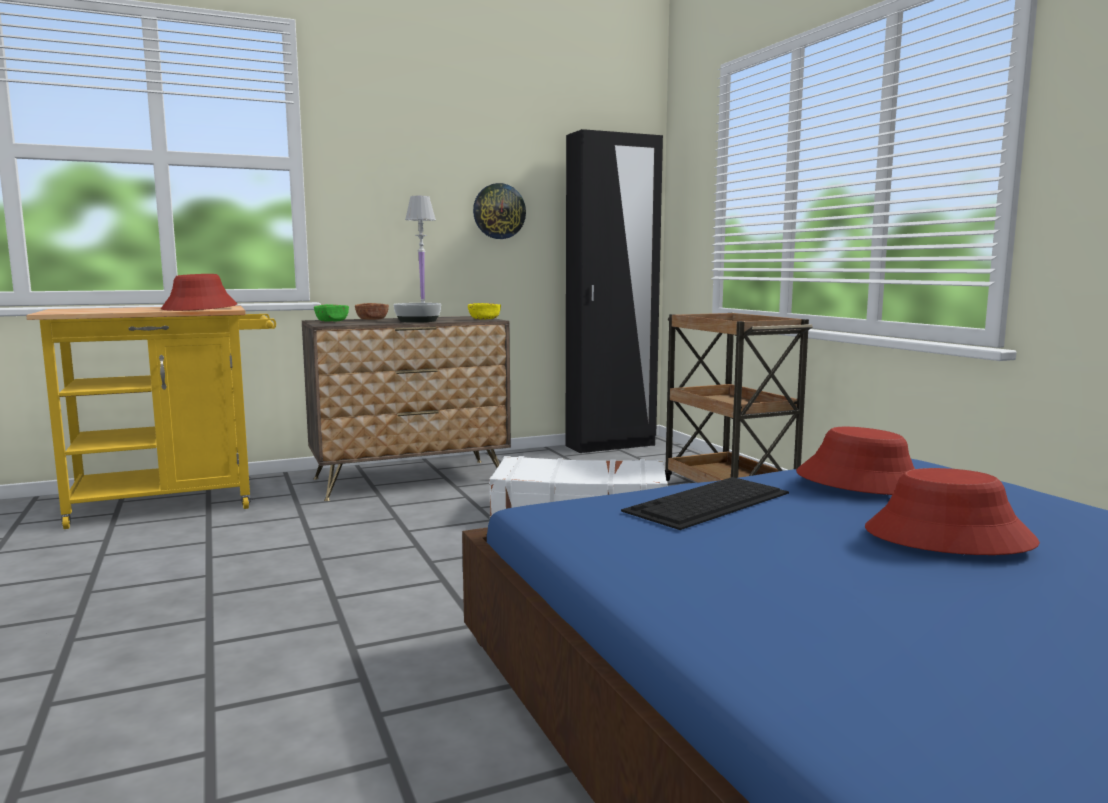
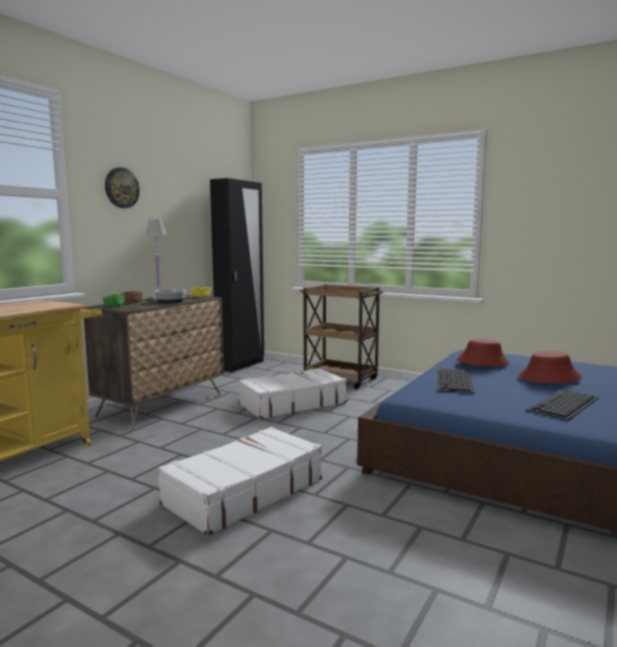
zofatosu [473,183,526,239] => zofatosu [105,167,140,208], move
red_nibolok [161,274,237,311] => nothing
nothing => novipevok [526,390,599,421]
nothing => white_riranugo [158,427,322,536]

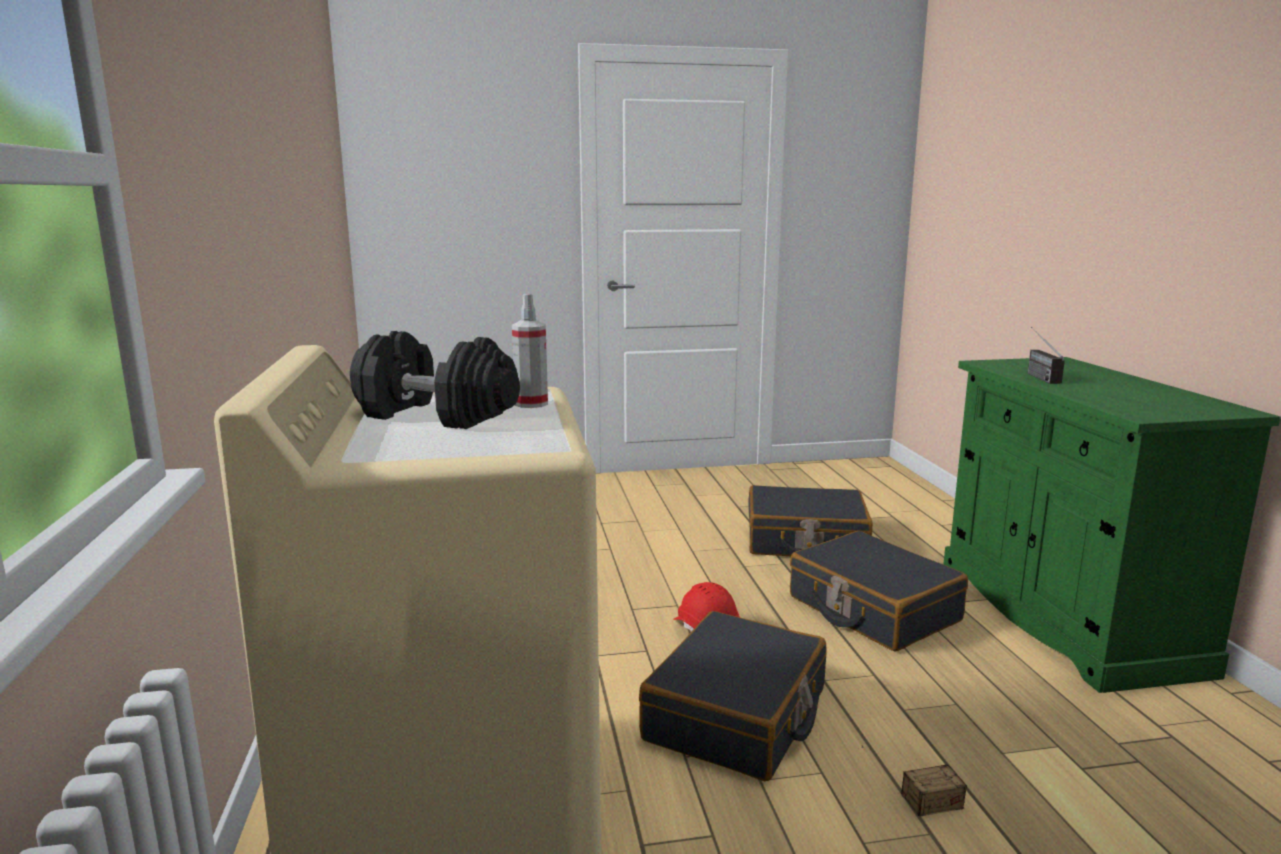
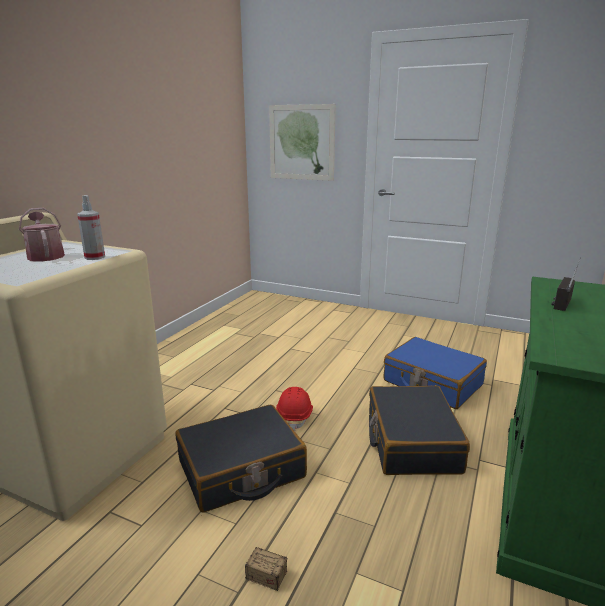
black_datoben [350,331,520,429] => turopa [19,208,65,262]
black_riranugo [748,485,873,556] => blue_riranugo [384,337,487,409]
nothing => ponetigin [269,104,336,181]

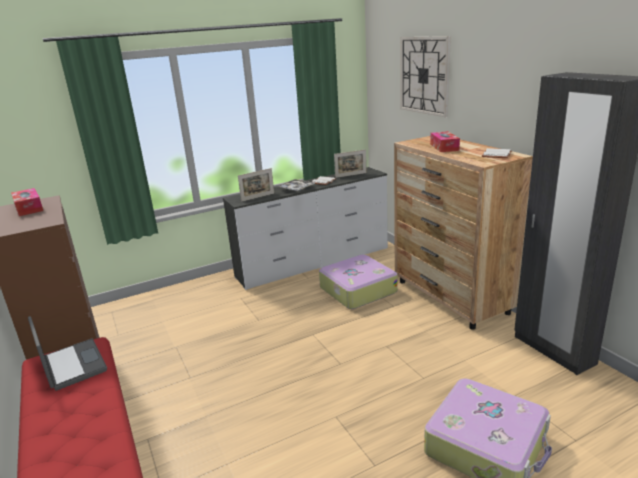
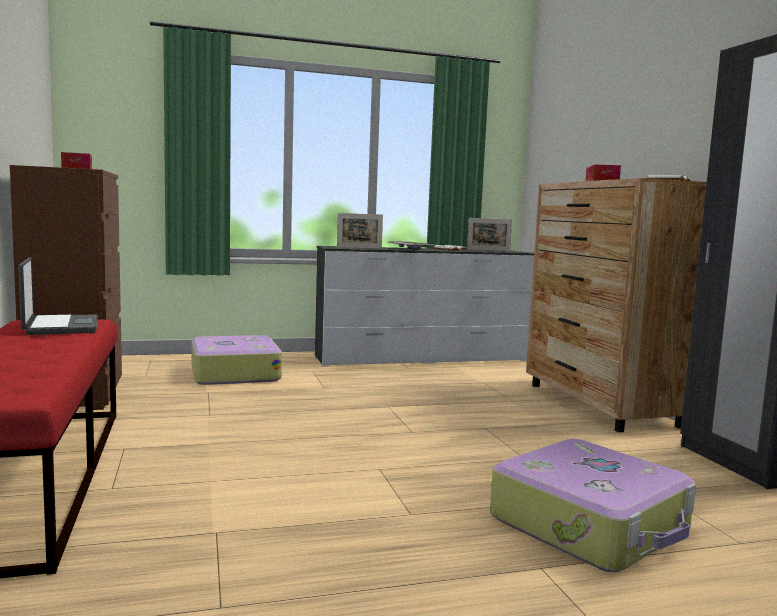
zofatosu [400,36,451,117] => nothing
riranugo [319,255,398,309] => riranugo [191,335,282,385], move

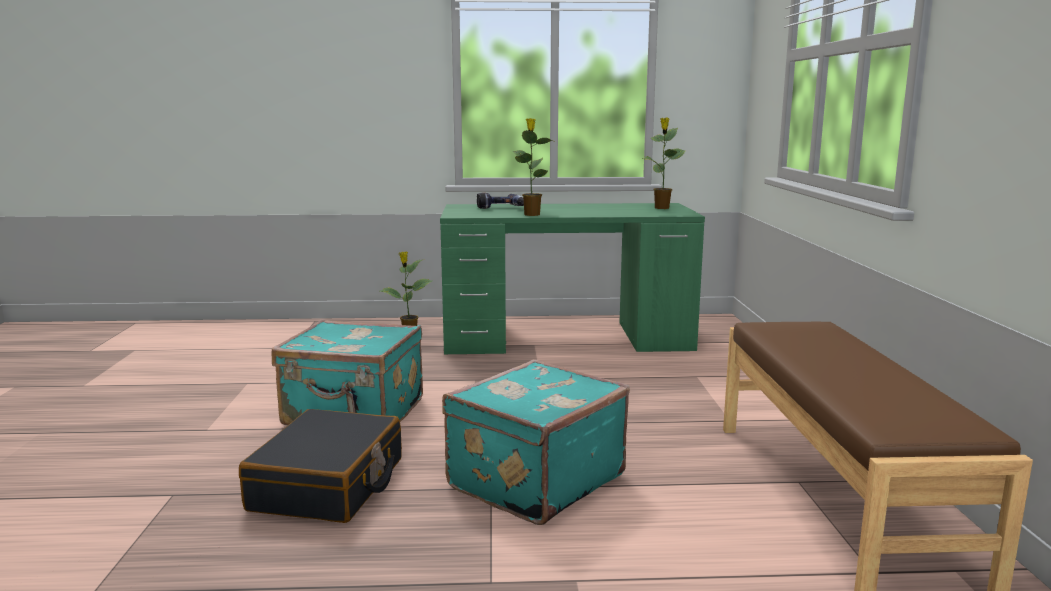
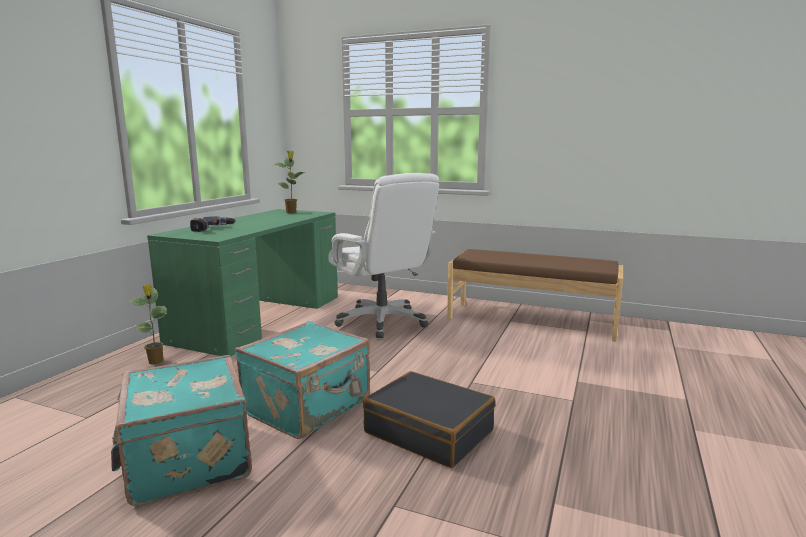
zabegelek [512,118,553,216] => nothing
turquoise_riranugo [442,359,630,525] => turquoise_riranugo [111,355,252,506], move
nothing => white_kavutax [328,173,439,338]

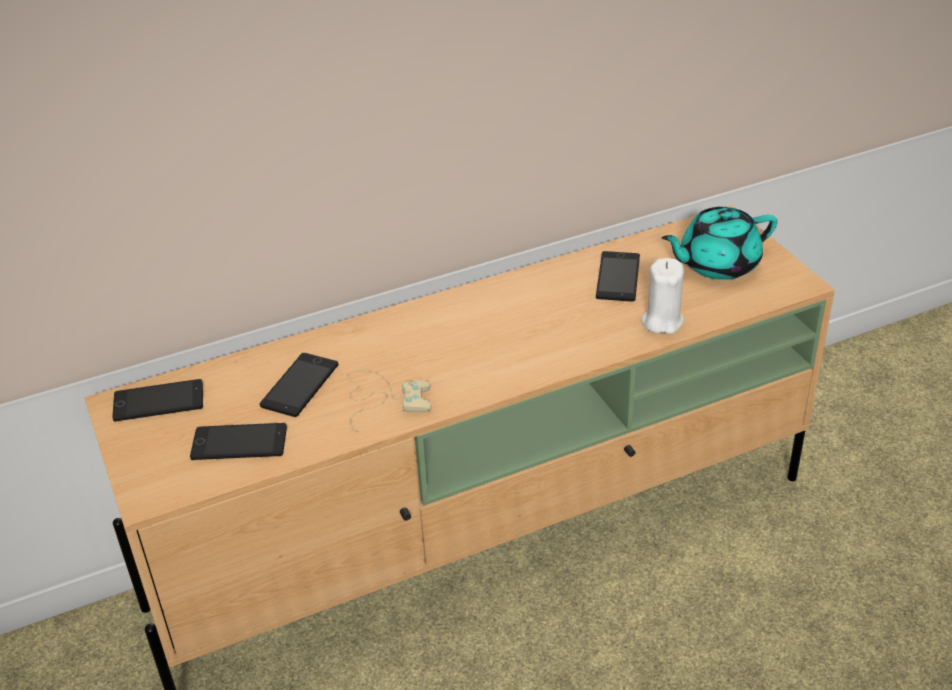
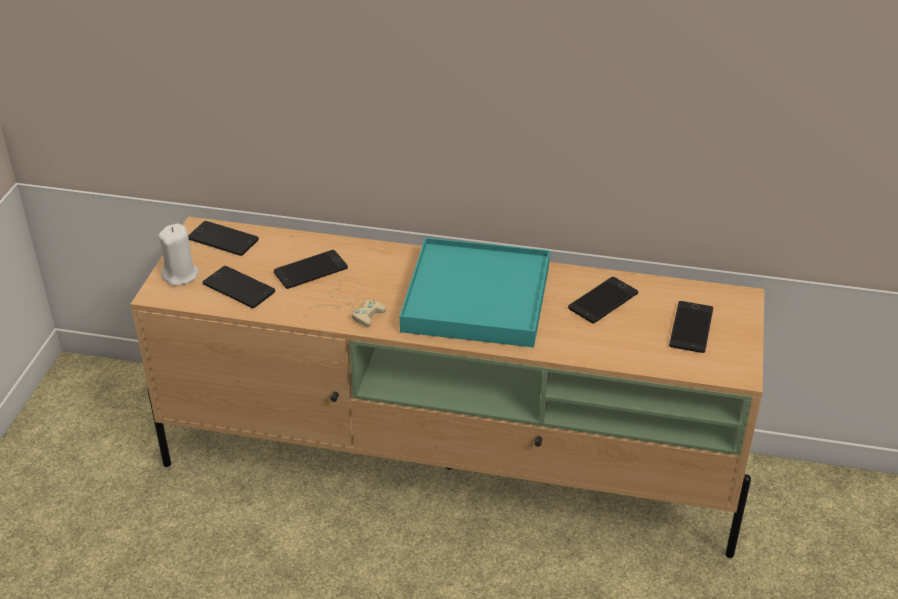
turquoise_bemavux [661,207,777,280] => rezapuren [669,301,713,353]
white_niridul [642,258,684,334] => white_niridul [159,224,199,286], move
nothing => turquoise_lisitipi [400,238,550,347]

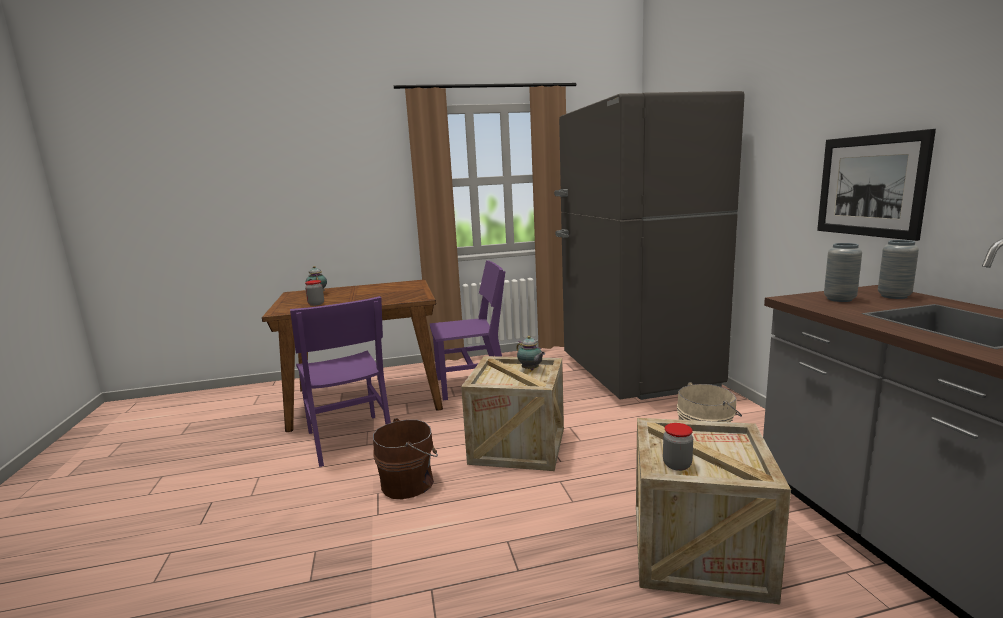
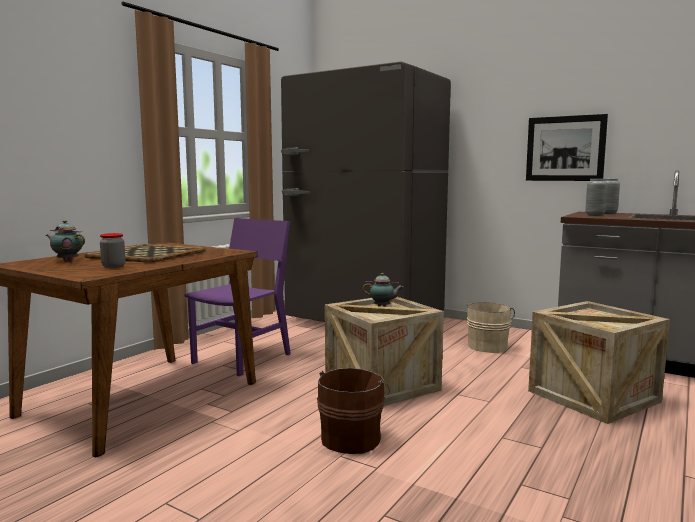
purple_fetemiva [290,296,391,467] => nothing
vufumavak [663,423,693,471] => nothing
nothing => lisitipi [84,244,206,263]

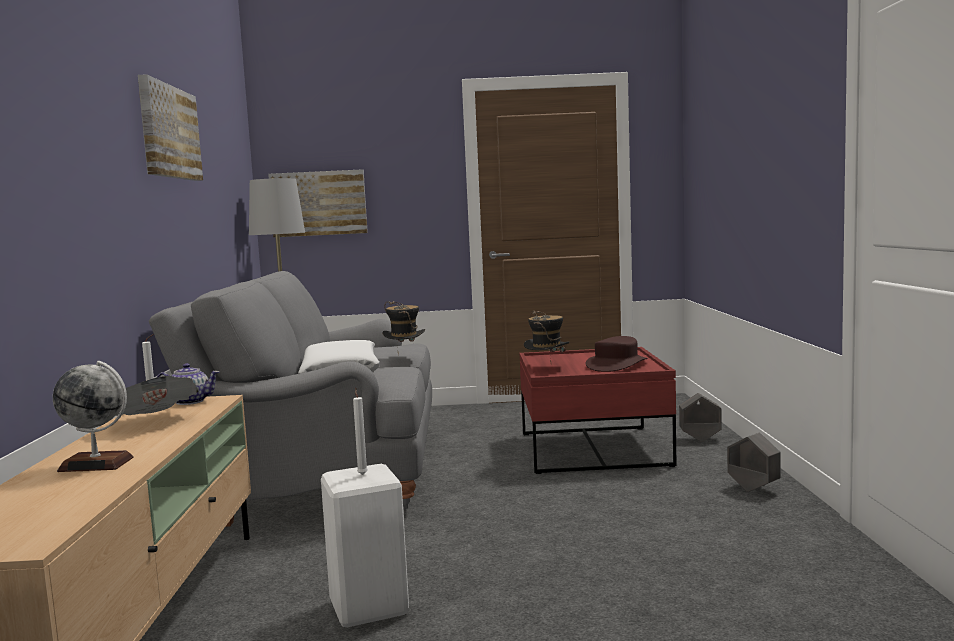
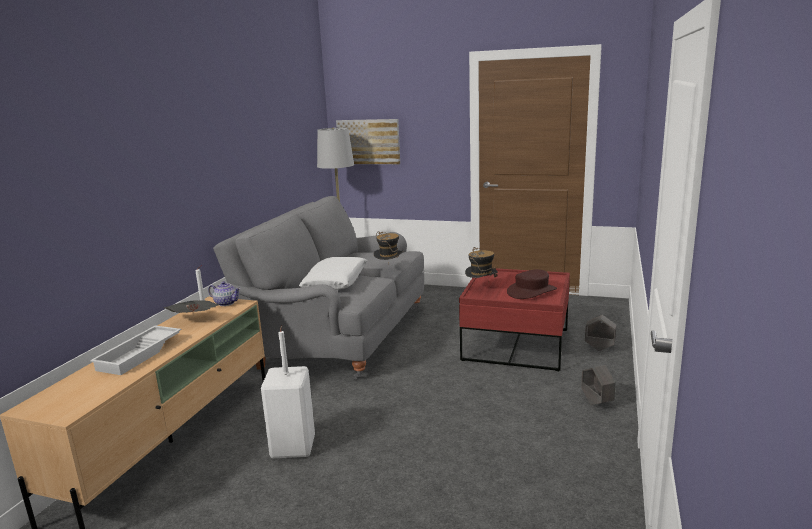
ponetigin [138,74,203,181] => nothing
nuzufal [53,361,134,472] => white_lisitipi [90,326,182,375]

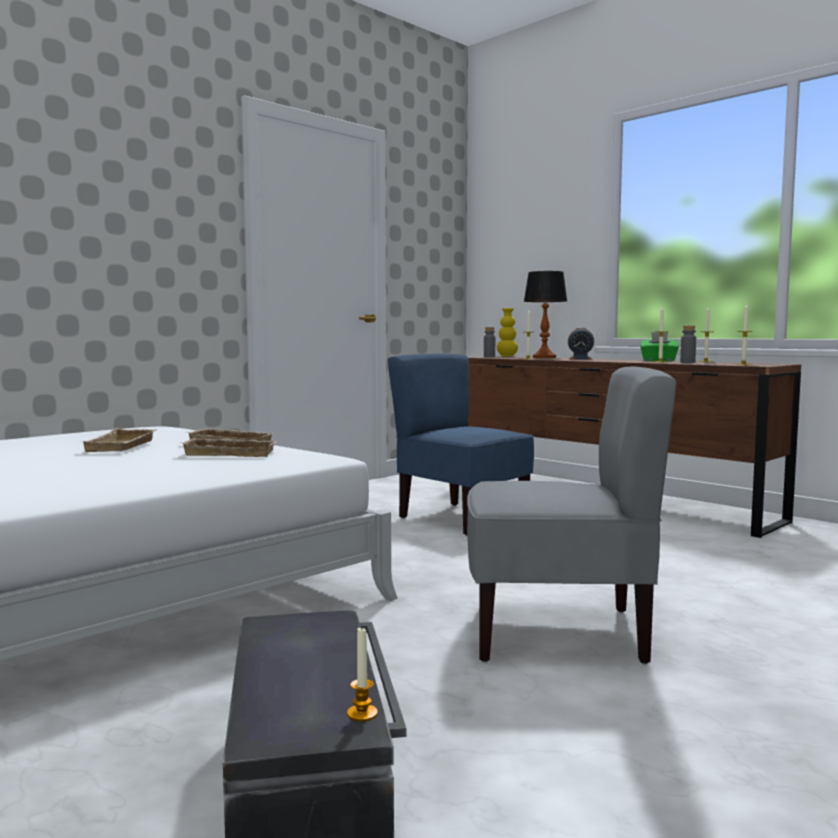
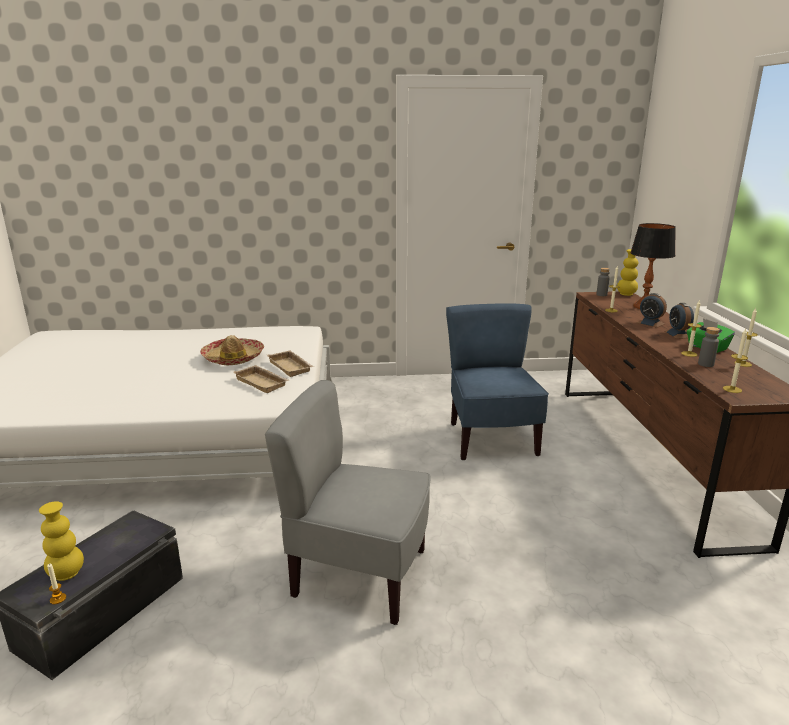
grey_fetemiva [467,367,676,664] => grey_fetemiva [265,380,430,625], 150 degrees clockwise
beige_lisitipi [81,428,158,452] => nibolok [200,335,264,365]
nothing => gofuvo [664,303,694,339]
nothing => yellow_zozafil [39,501,84,581]

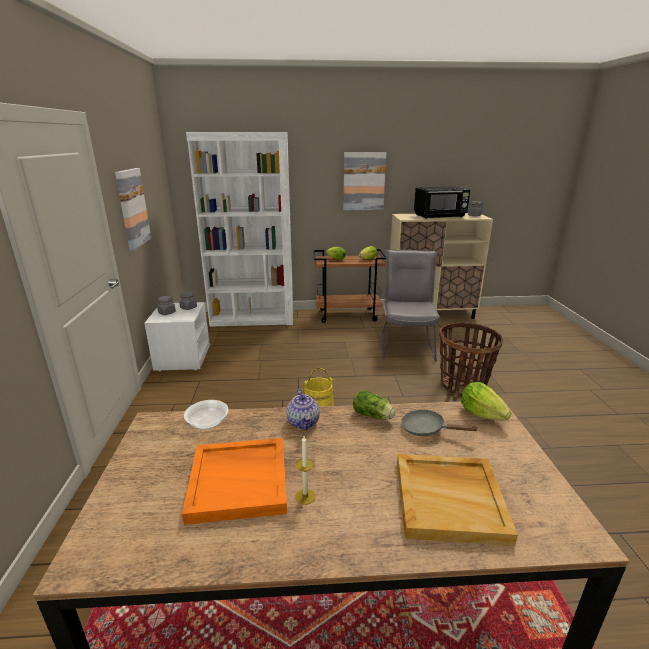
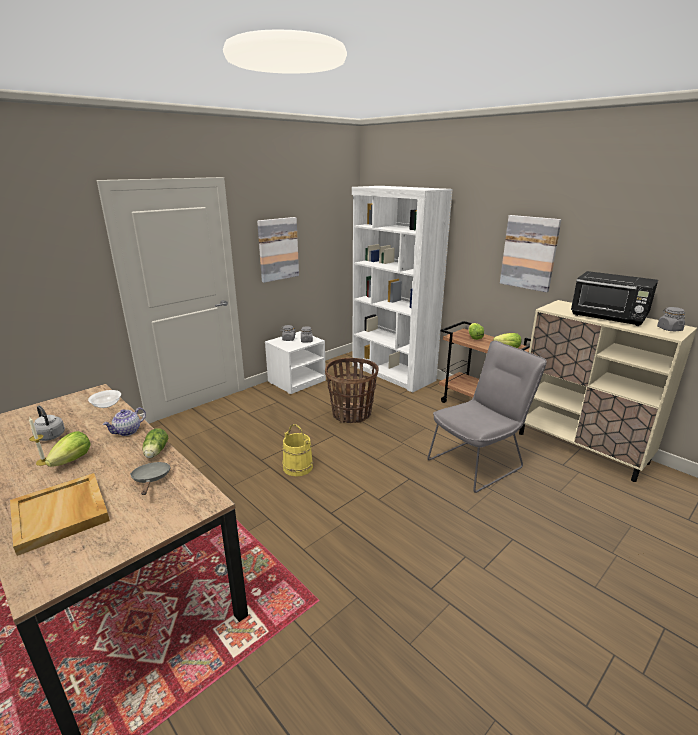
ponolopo [439,322,503,396] => ponolopo [325,358,379,423], move
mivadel [461,382,511,420] => mivadel [45,431,91,467], move
orange_lisitipi [182,438,287,525] => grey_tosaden [31,406,65,441]

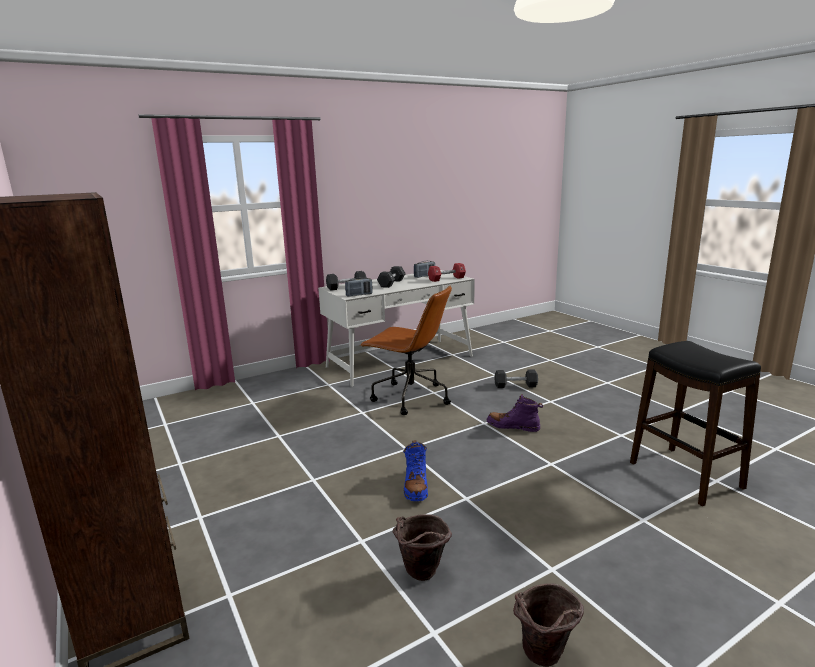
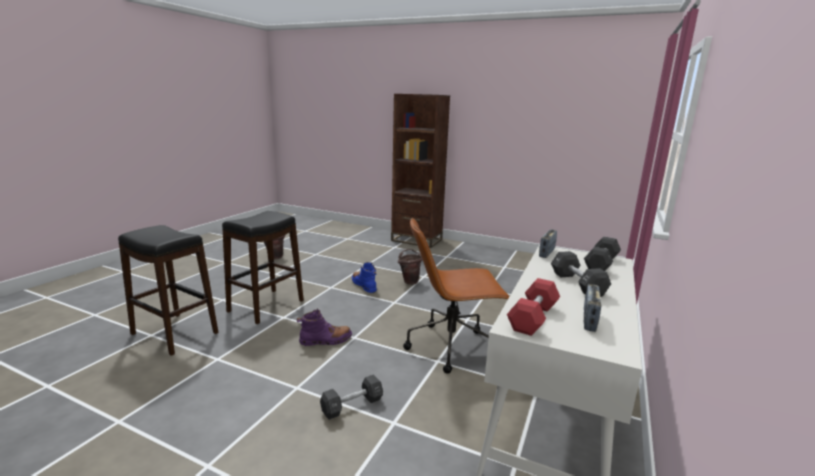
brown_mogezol [393,514,452,581] => brown_mogezol [398,249,423,285], move
nothing => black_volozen [222,211,304,324]

